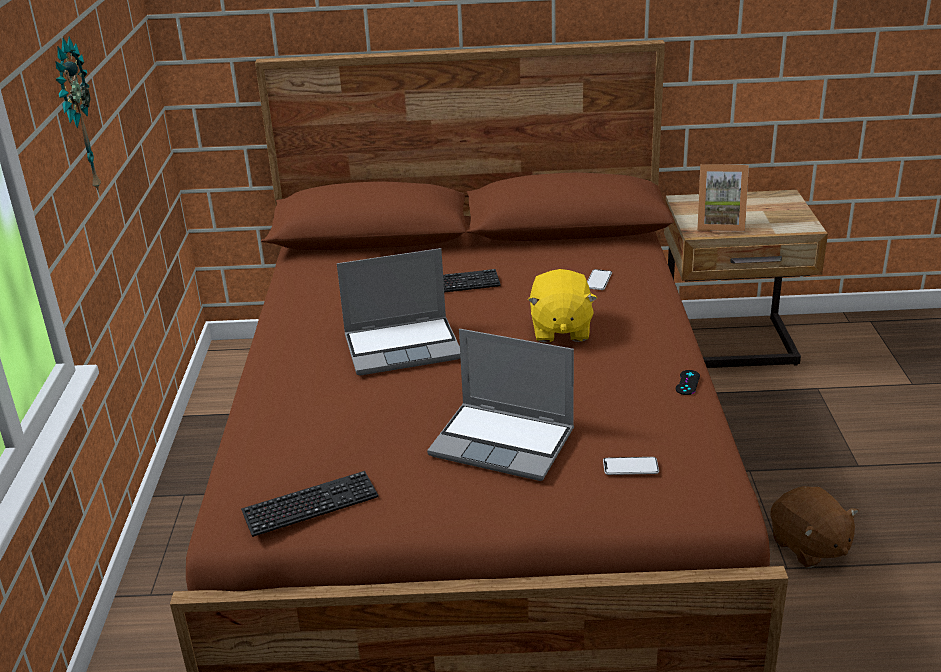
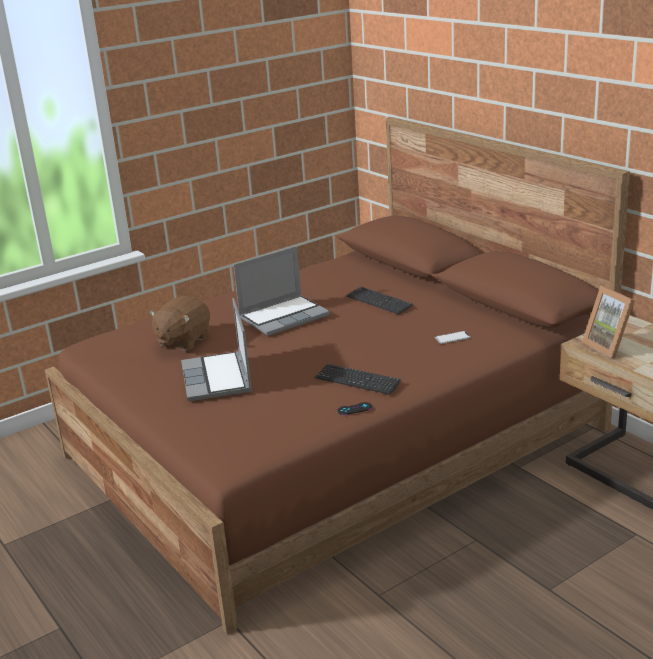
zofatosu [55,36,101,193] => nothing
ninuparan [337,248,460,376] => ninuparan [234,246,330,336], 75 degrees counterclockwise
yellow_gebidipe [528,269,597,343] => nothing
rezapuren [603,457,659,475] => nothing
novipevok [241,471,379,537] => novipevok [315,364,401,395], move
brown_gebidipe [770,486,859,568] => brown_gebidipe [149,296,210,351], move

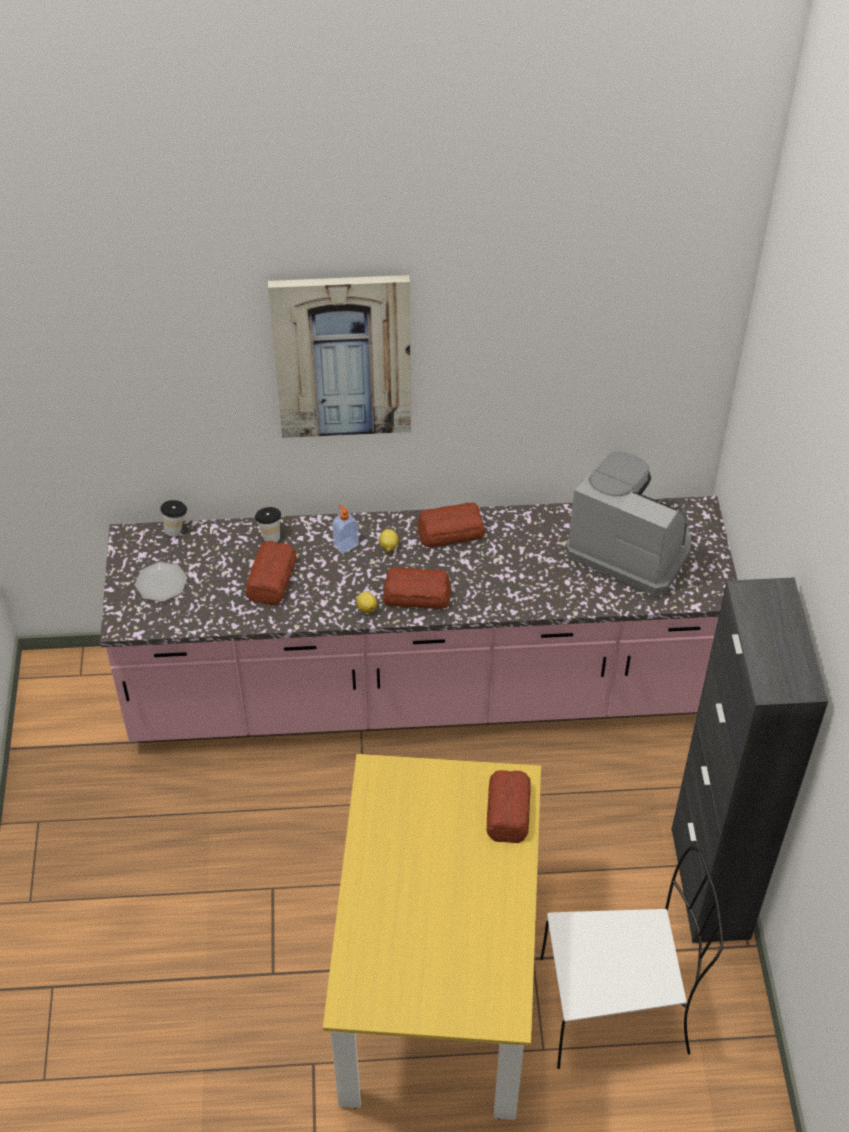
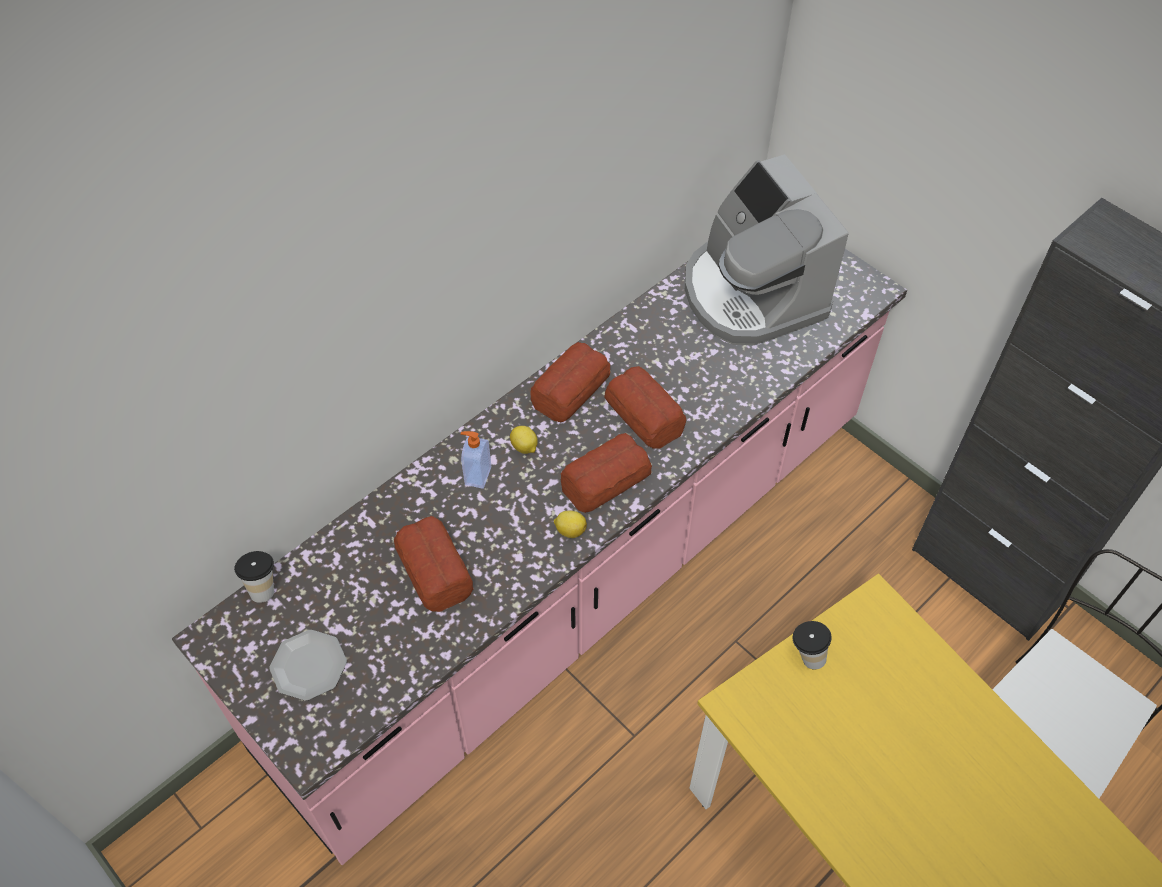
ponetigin [268,275,411,438] => nothing
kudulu [565,452,691,595] => kudulu [685,154,849,345], 105 degrees counterclockwise
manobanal [255,507,281,542] => manobanal [793,621,832,670], move
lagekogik [487,770,530,843] => lagekogik [604,366,686,449], move

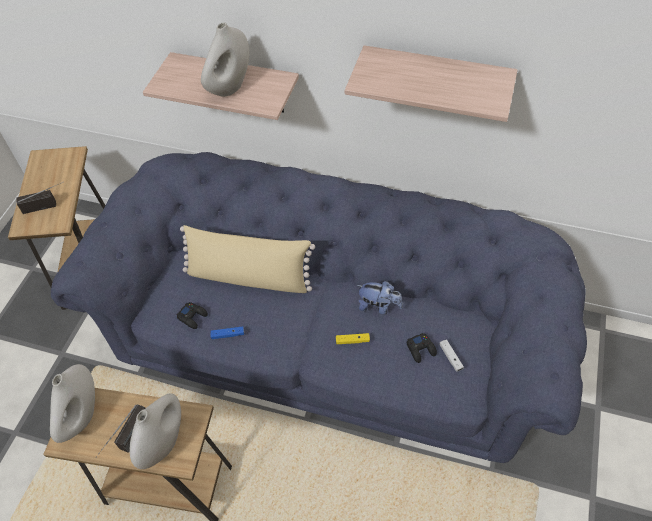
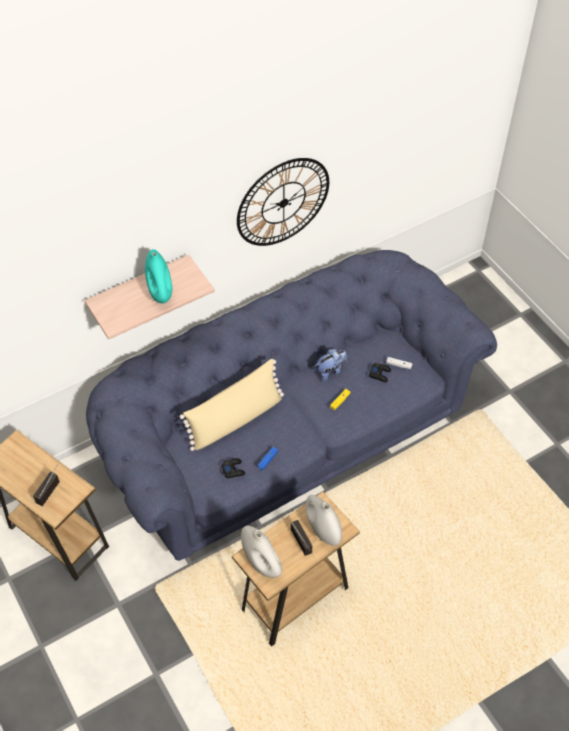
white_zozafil [201,22,249,97] => turquoise_zozafil [145,249,172,303]
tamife [345,45,518,122] => zofatosu [237,158,329,246]

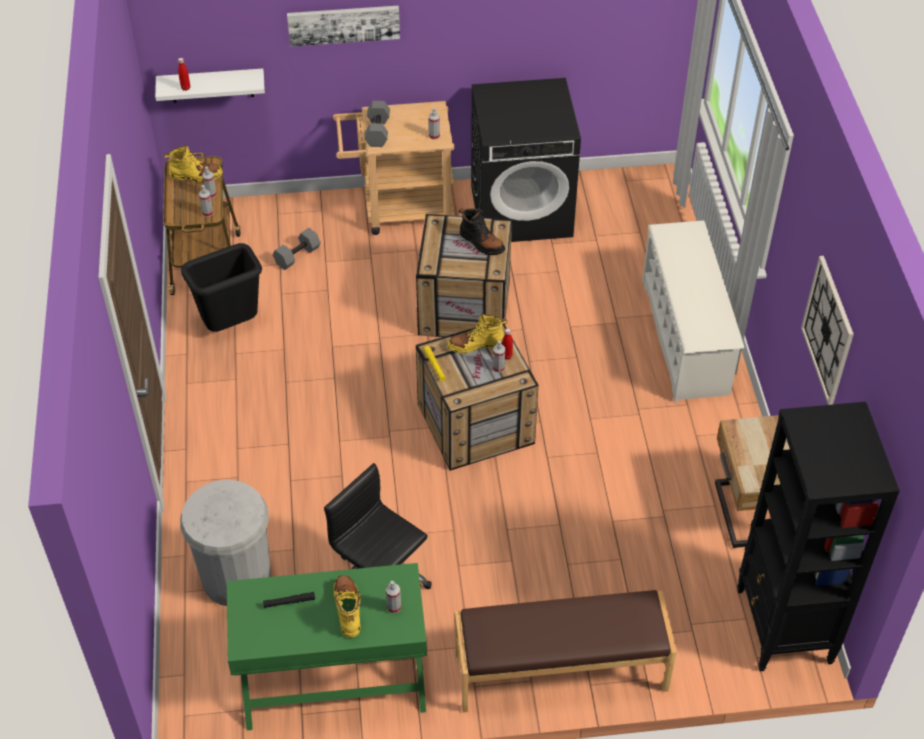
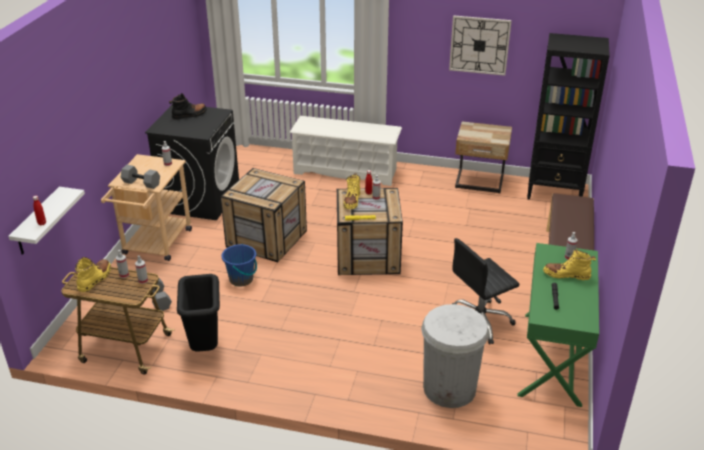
ponetigin [287,6,400,47] => nothing
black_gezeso [459,208,505,255] => black_gezeso [169,93,207,120], move
nothing => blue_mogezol [222,244,257,287]

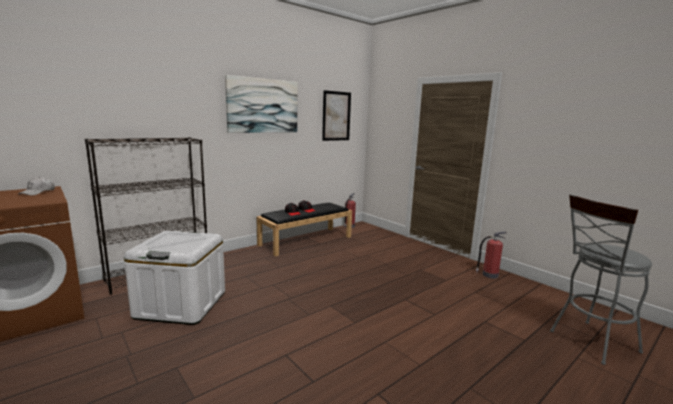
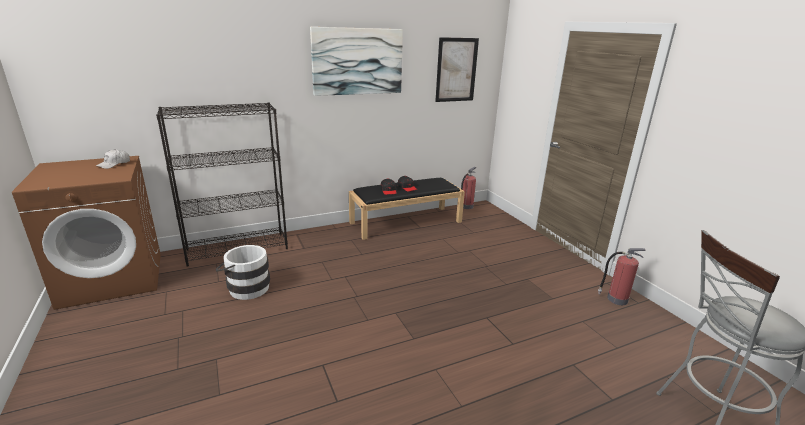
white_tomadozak [124,231,225,325] => white_mogezol [216,245,270,300]

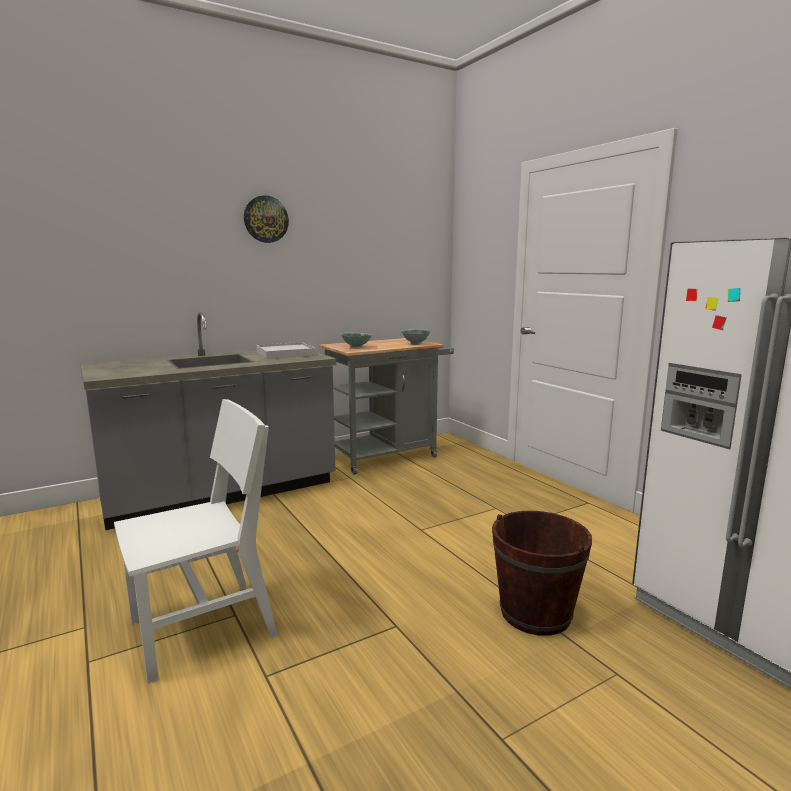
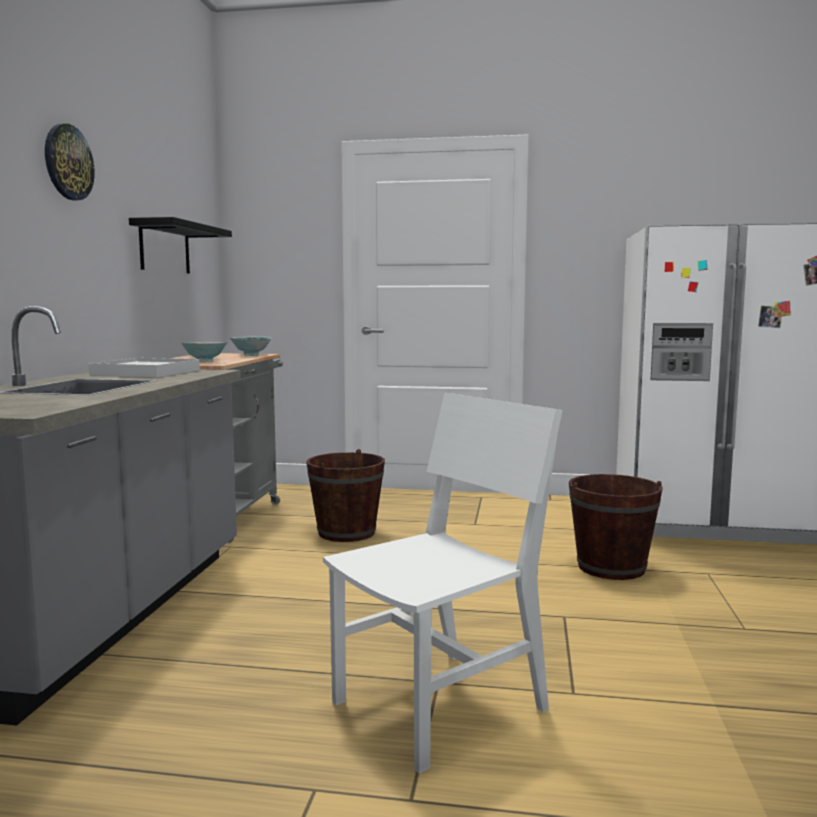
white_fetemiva [114,399,278,684] => white_fetemiva [323,393,563,774], 45 degrees clockwise
nothing => black_tamife [129,217,232,273]
nothing => brown_mogezol [306,449,385,542]

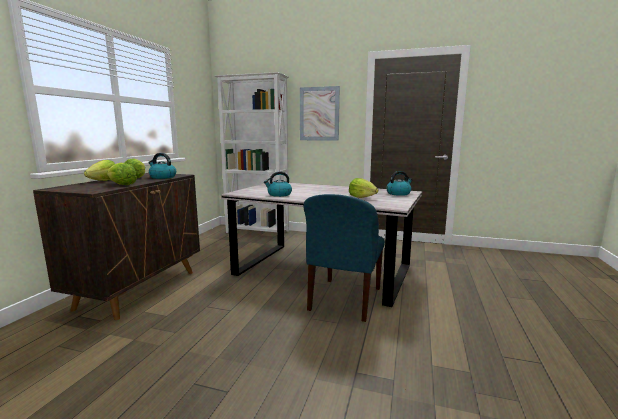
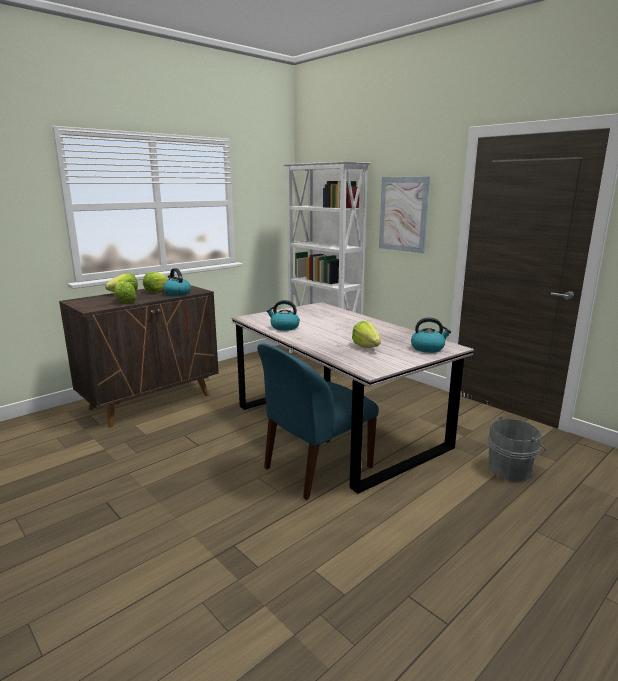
nothing => grey_mogezol [488,417,546,482]

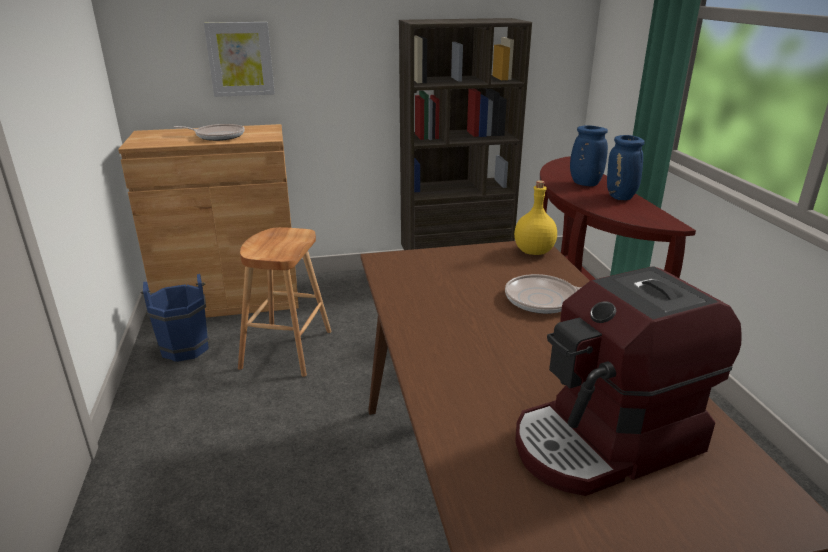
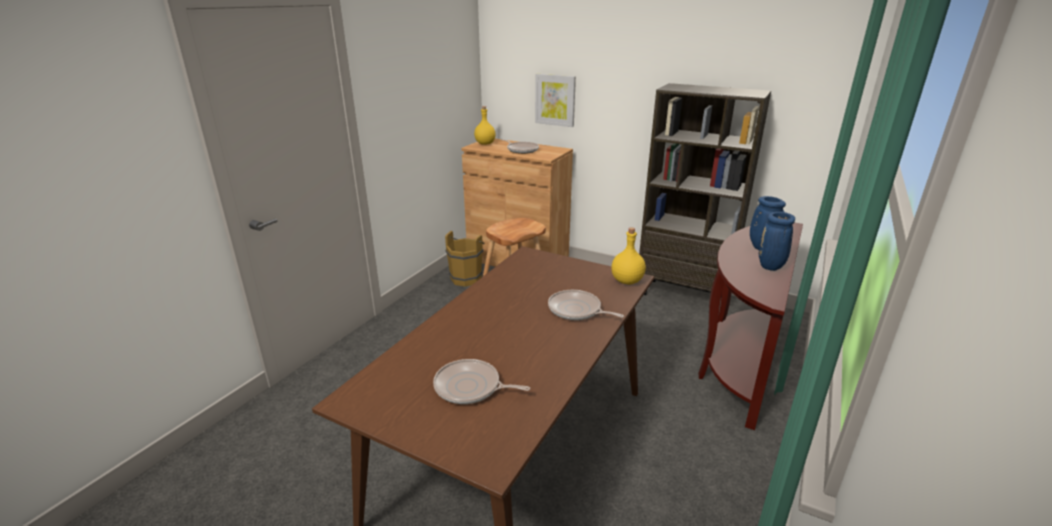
kudulu [515,266,742,496] => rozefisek [433,359,530,404]
blue_mogezol [140,274,209,362] => brown_mogezol [445,231,485,287]
nothing => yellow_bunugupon [474,106,496,145]

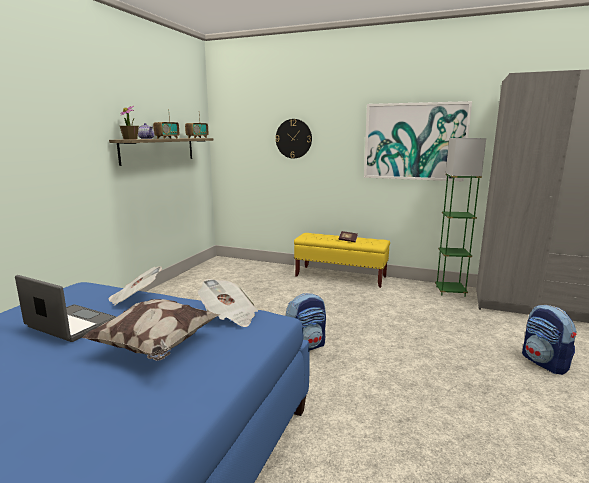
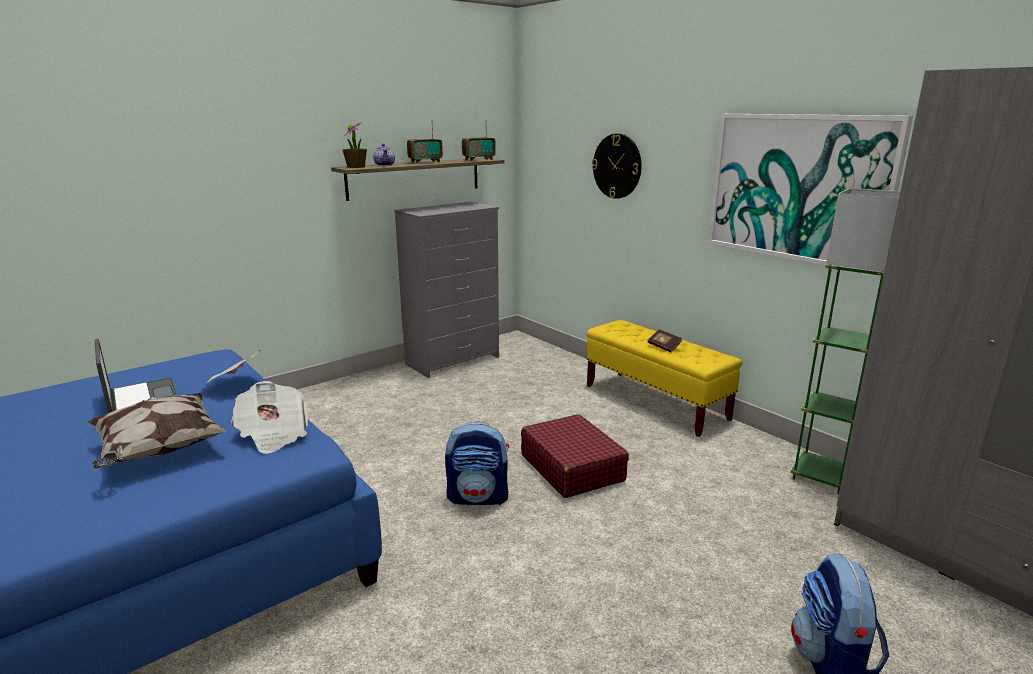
nothing => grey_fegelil [394,202,499,378]
nothing => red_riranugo [521,414,629,498]

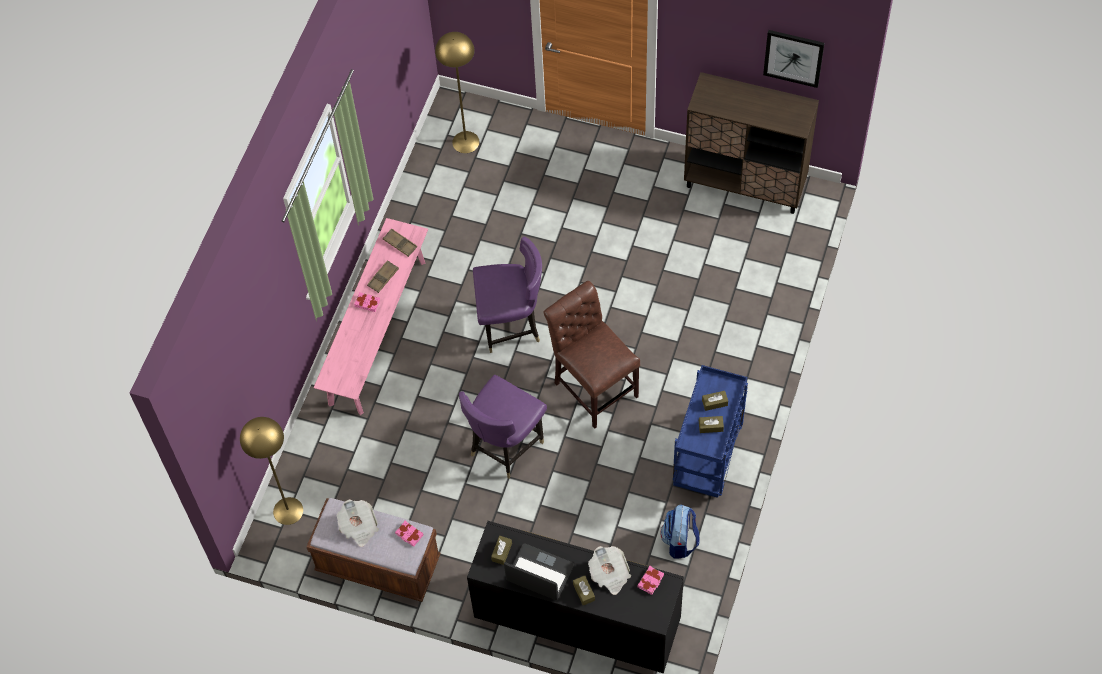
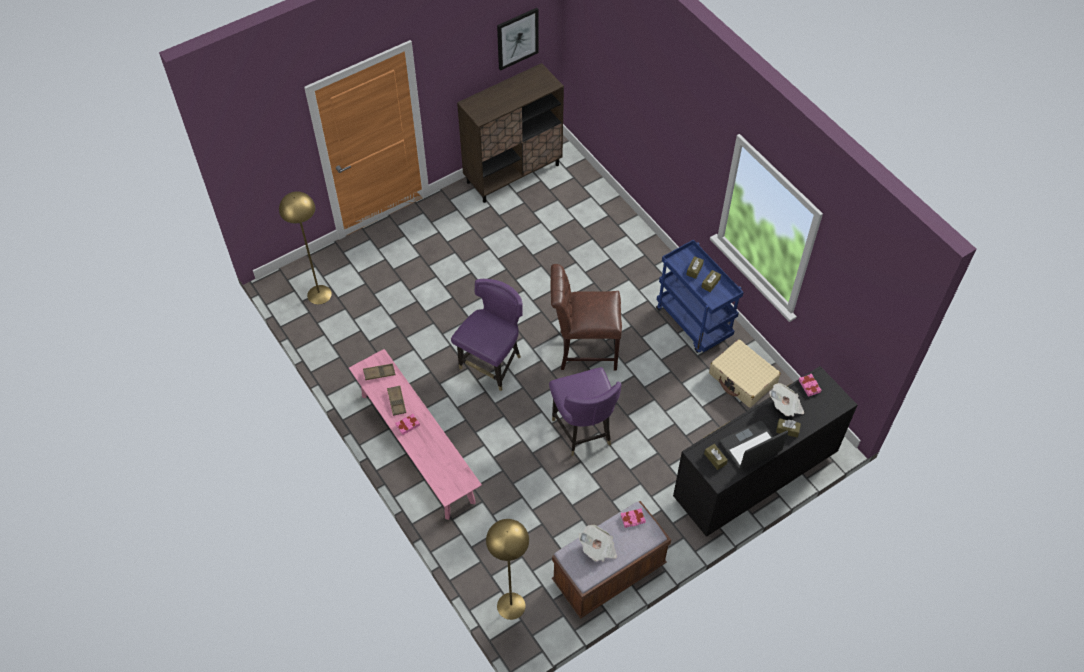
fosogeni [661,504,699,559] => beige_riranugo [709,339,781,407]

